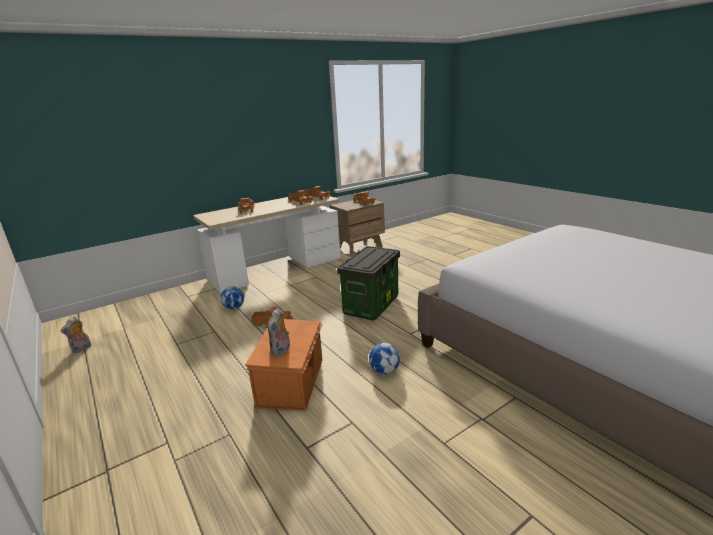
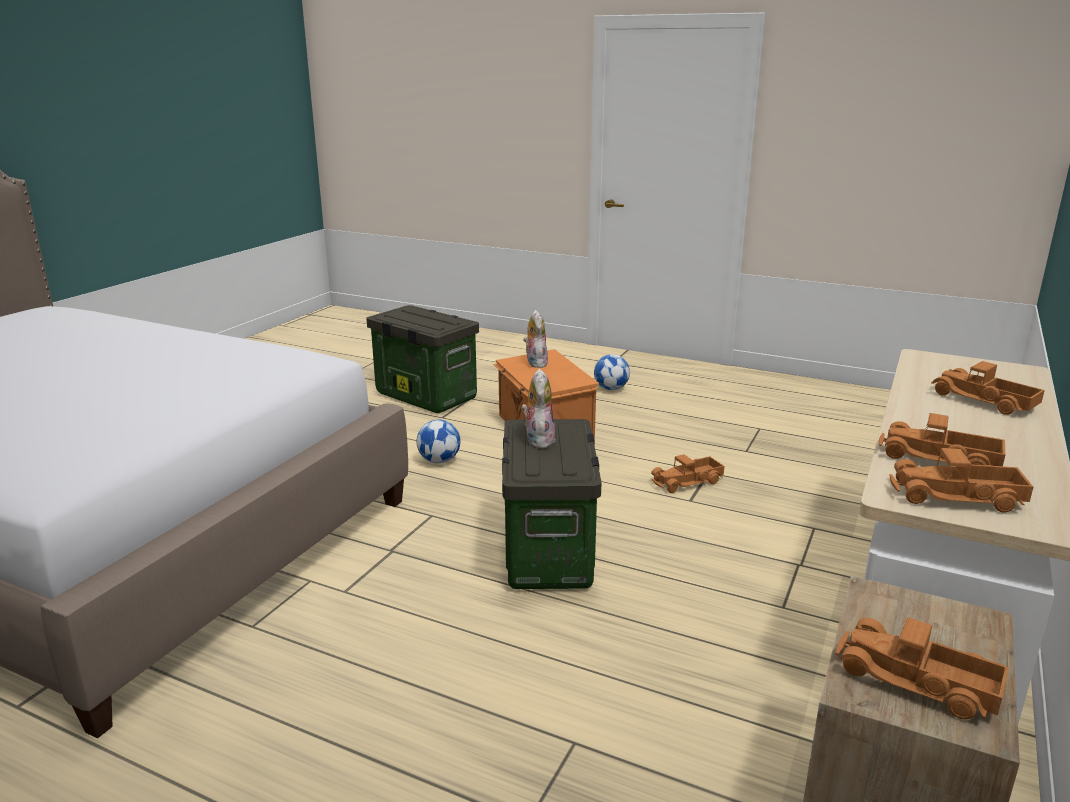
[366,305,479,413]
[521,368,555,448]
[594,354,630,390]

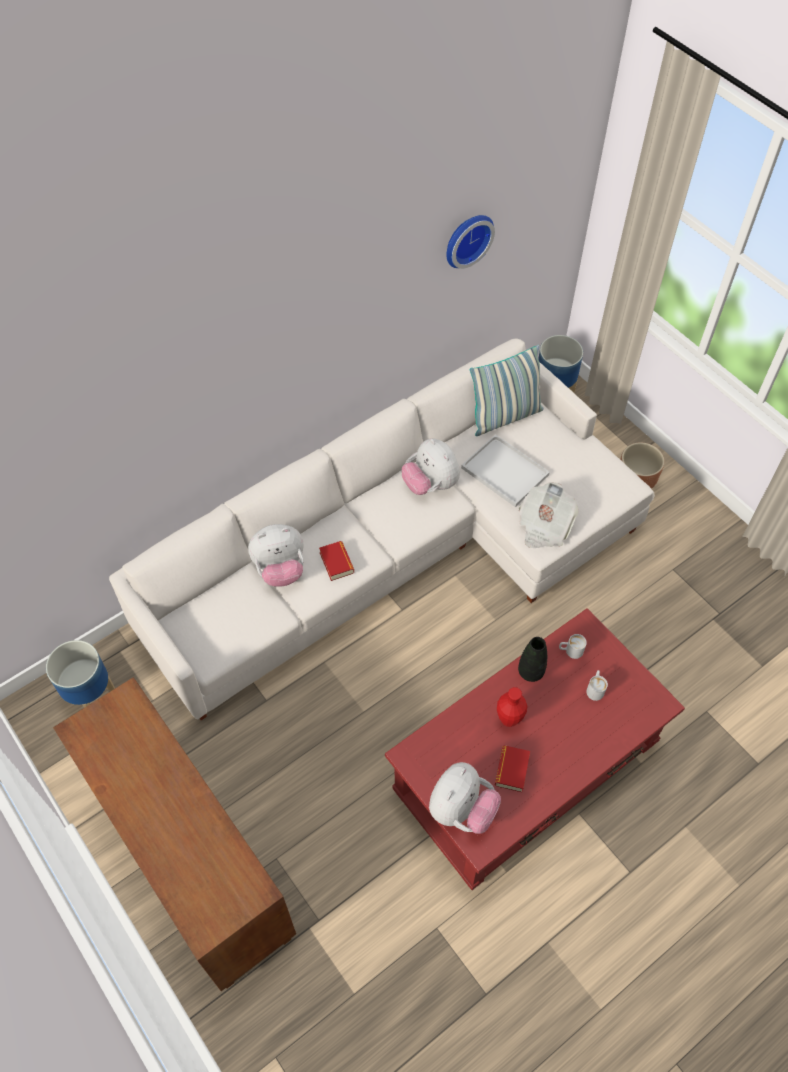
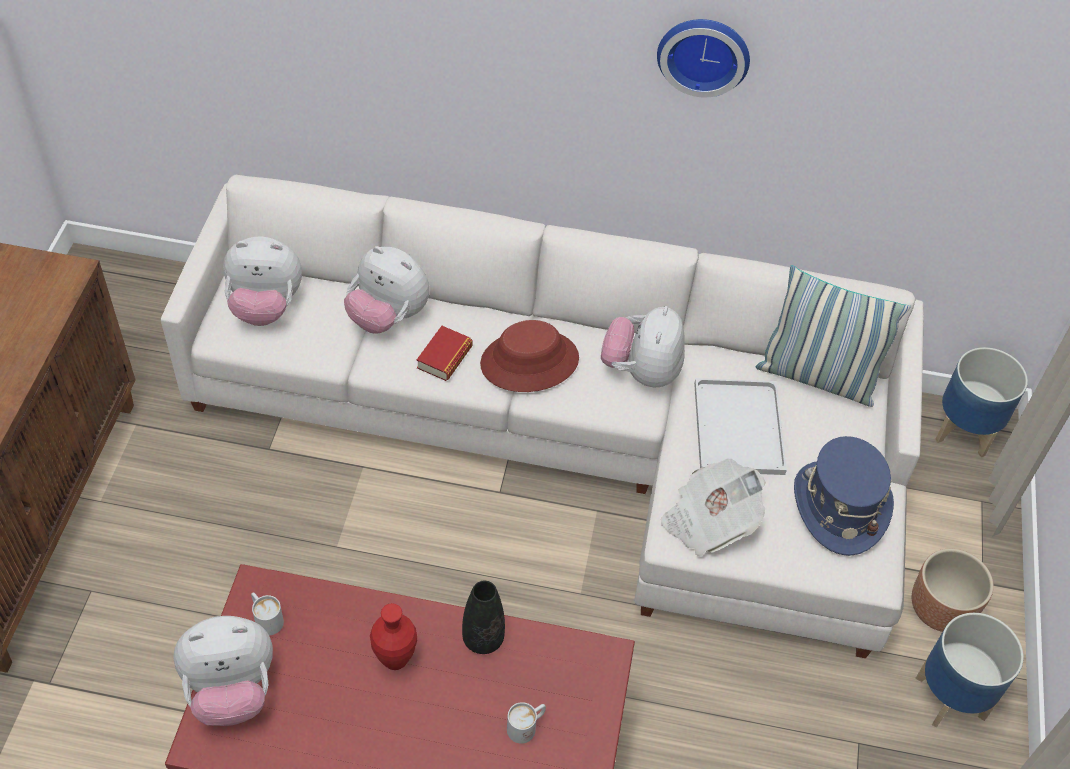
[223,237,302,326]
[251,592,284,635]
[480,320,579,392]
[657,19,750,97]
[794,436,894,556]
[915,613,1024,728]
[495,745,530,792] (first image)

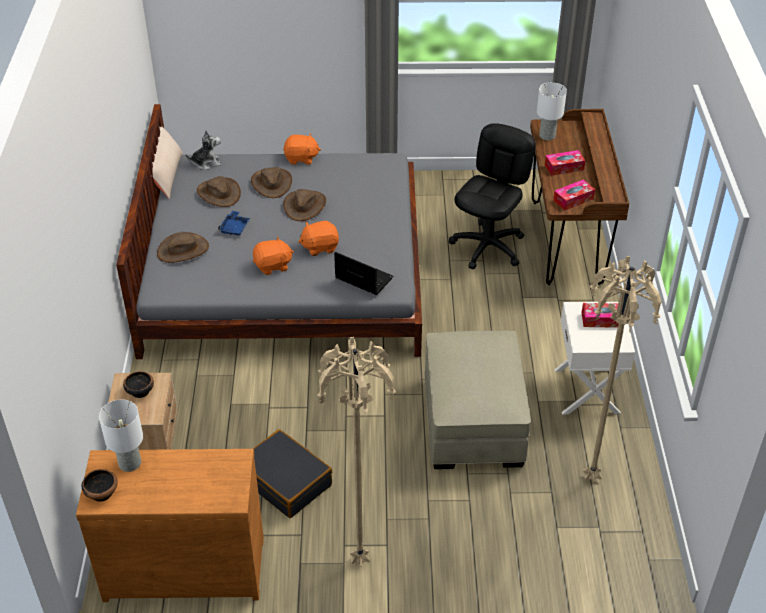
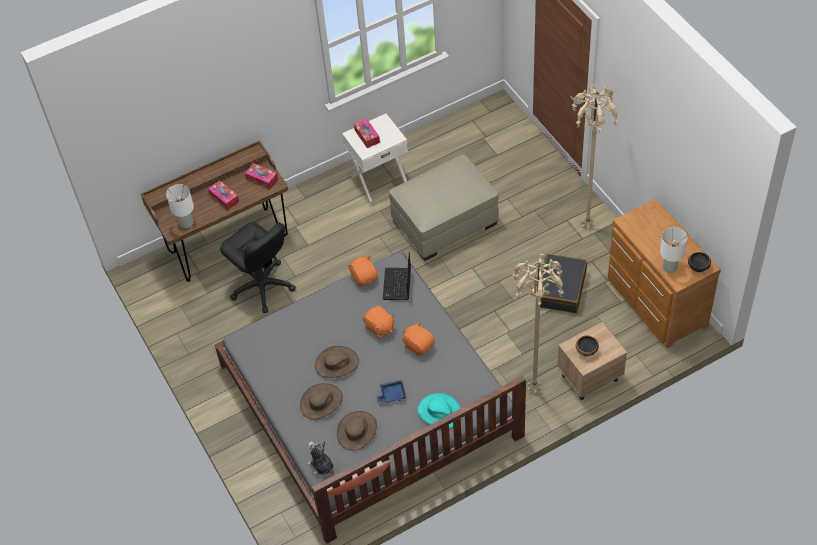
[220,222,296,313]
[348,256,378,287]
[418,393,461,428]
[513,254,564,393]

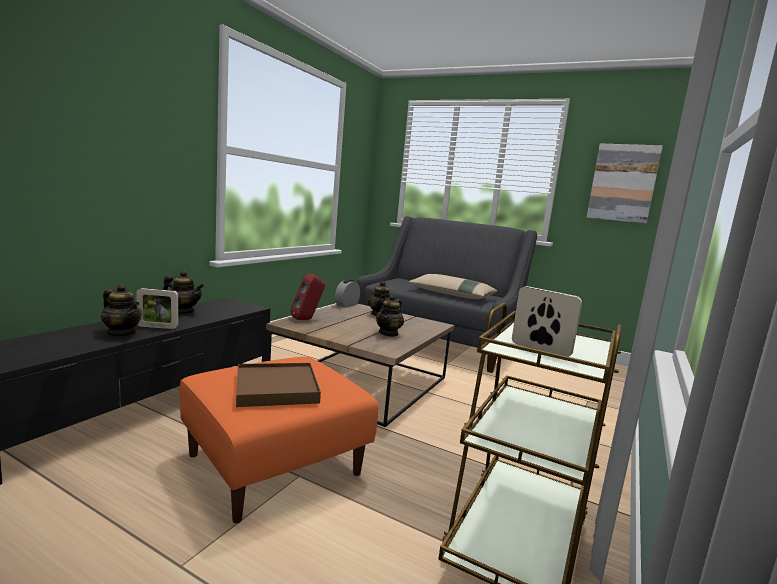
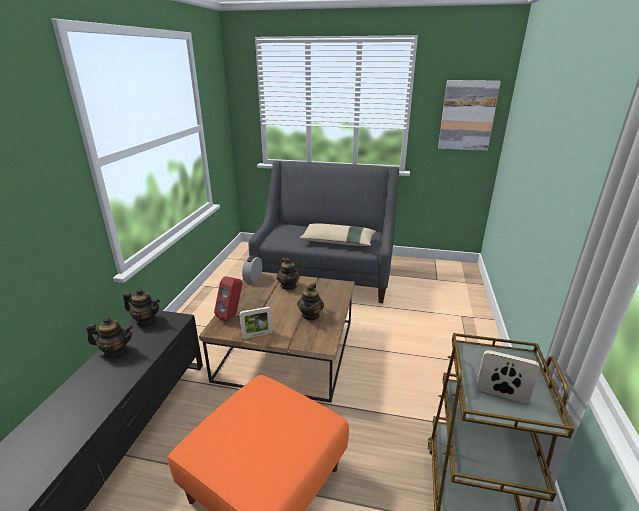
[123,288,160,326]
[239,306,273,339]
[236,363,321,407] (first image)

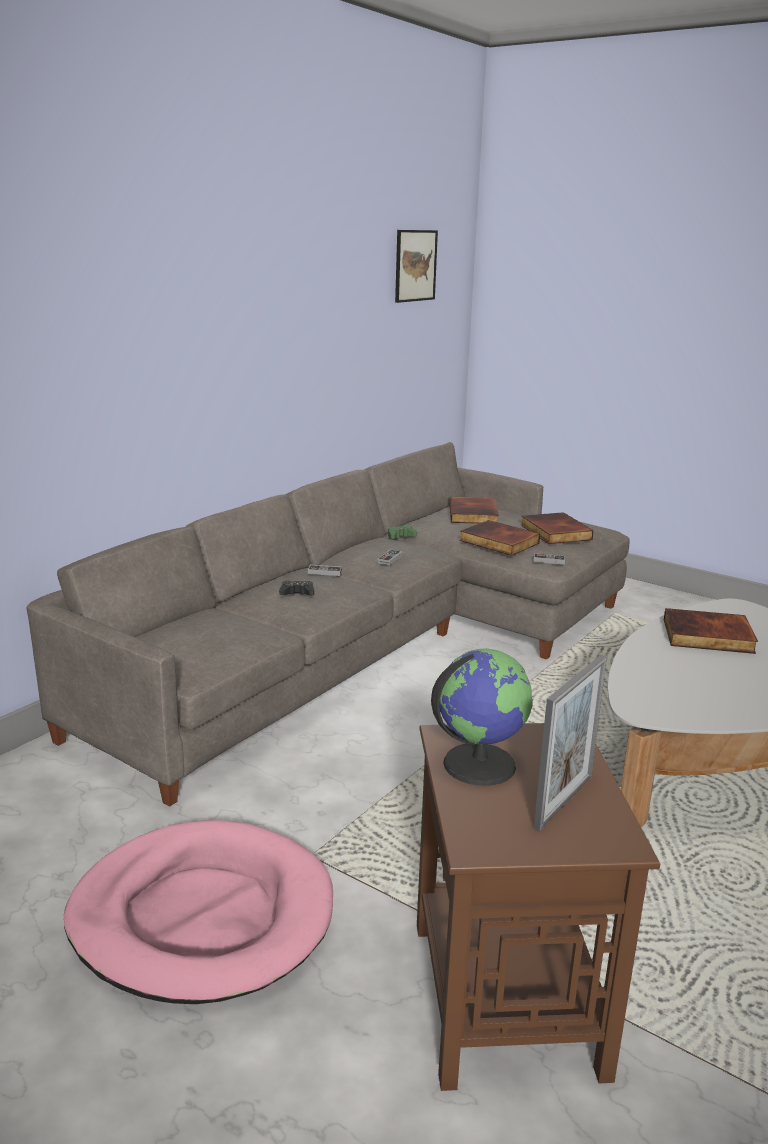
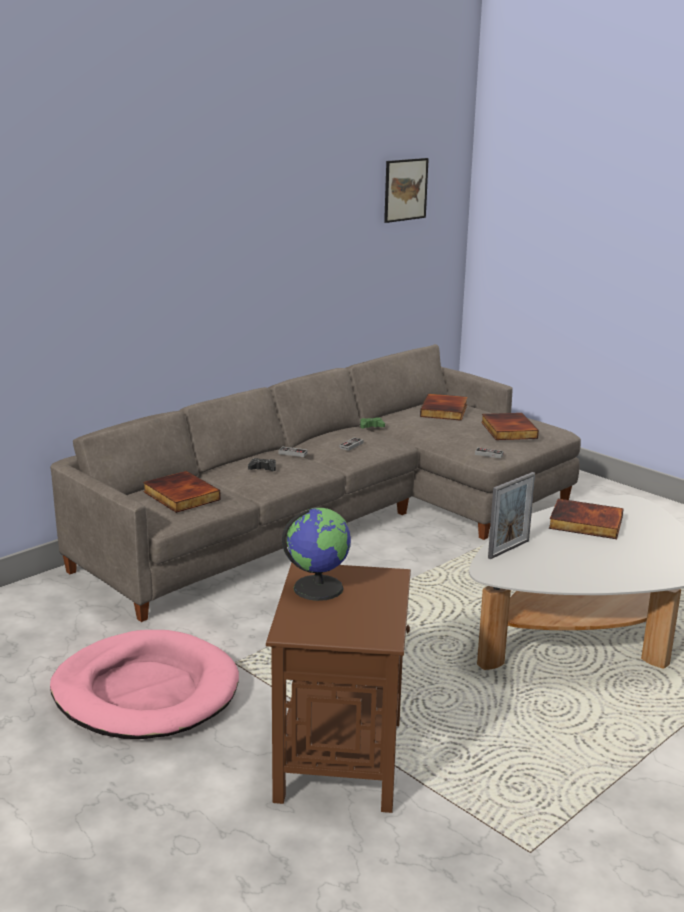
[143,471,221,513]
[488,472,535,559]

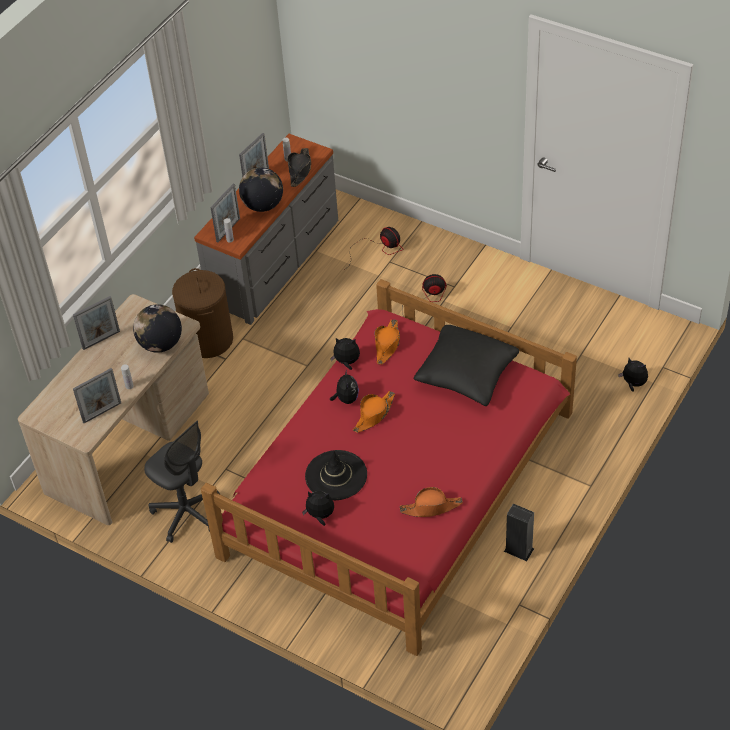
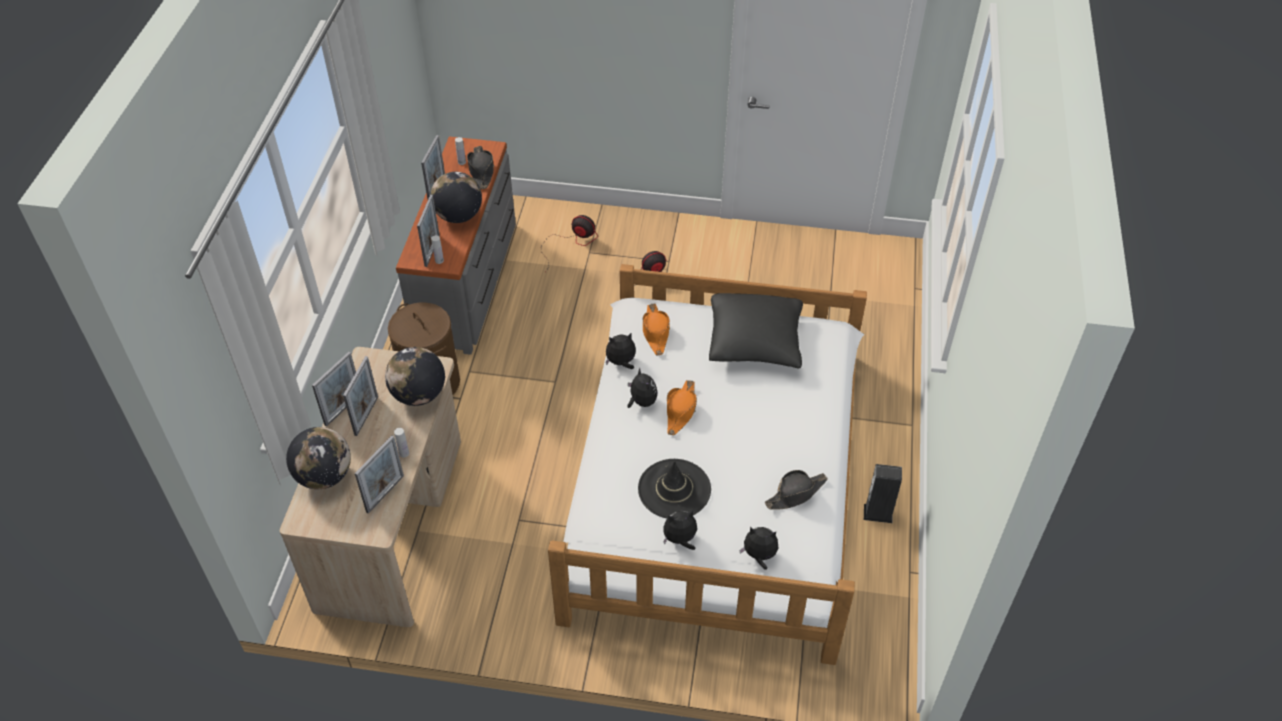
[286,427,351,489]
[343,356,378,436]
[548,264,867,665]
[739,527,779,570]
[765,470,828,510]
[144,421,220,543] (first image)

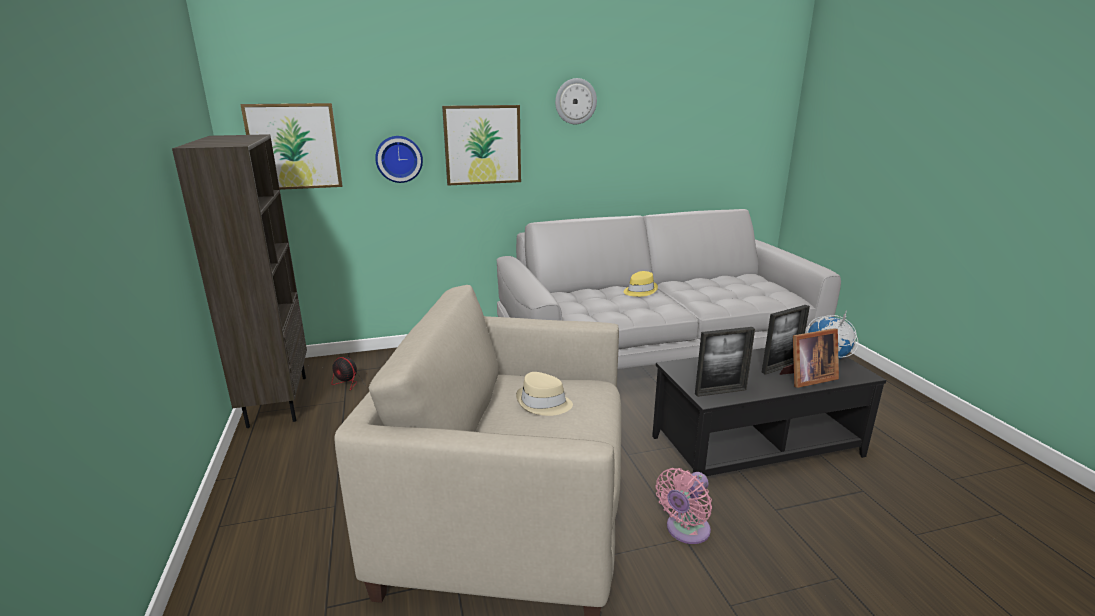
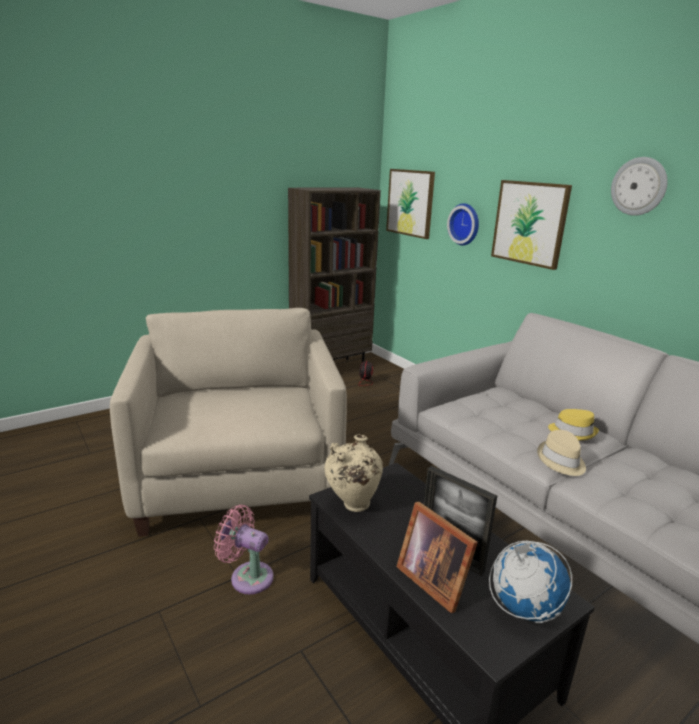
[324,435,383,512]
[537,430,586,476]

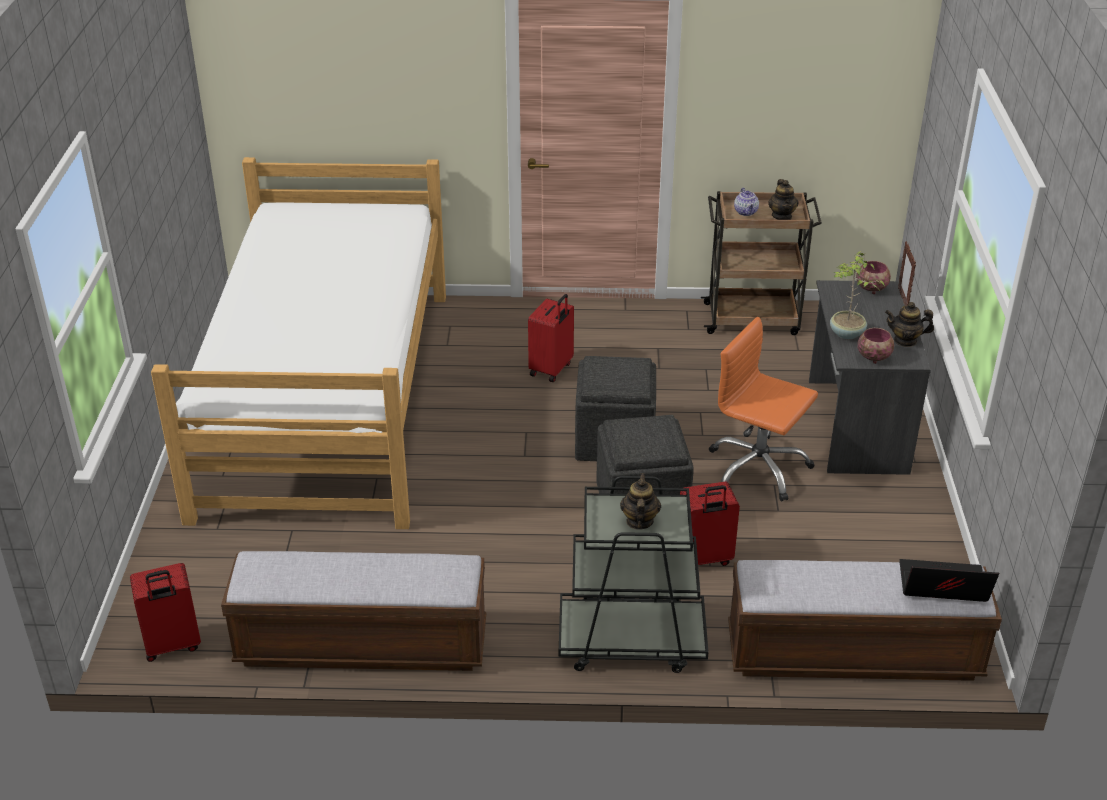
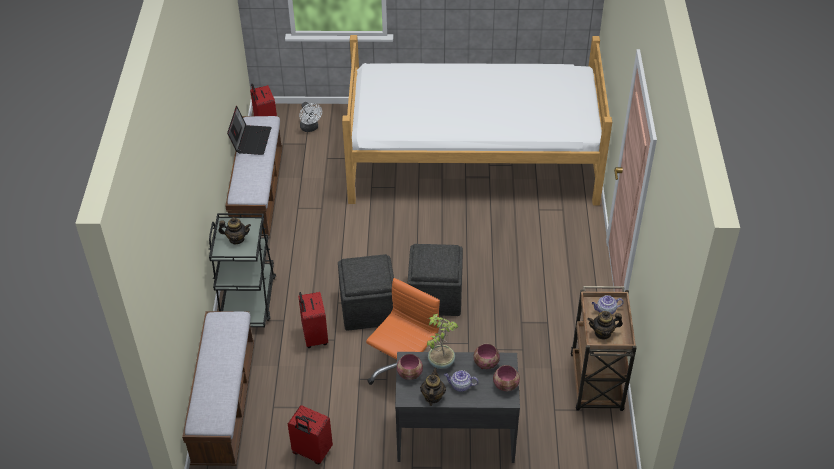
[227,106,272,155]
[288,405,333,464]
[299,102,322,132]
[444,370,479,392]
[473,344,500,369]
[898,241,916,306] (first image)

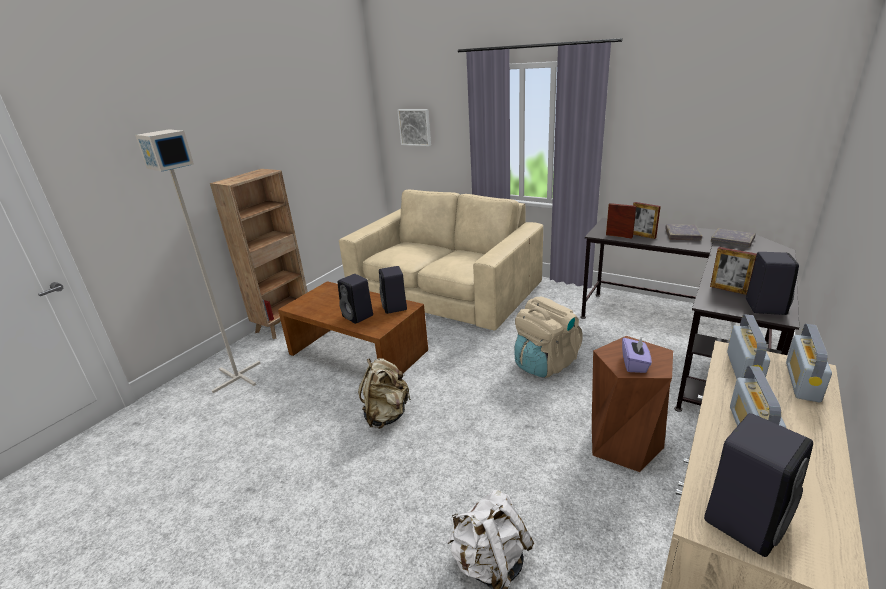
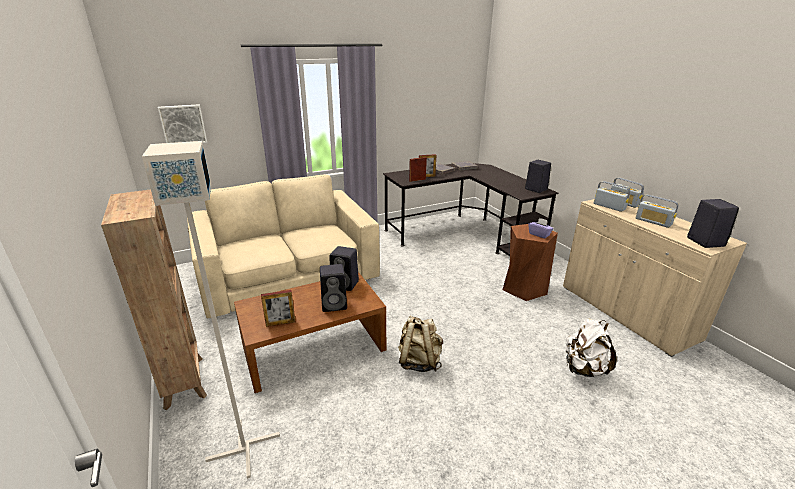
[261,290,295,327]
[514,297,583,378] (first image)

